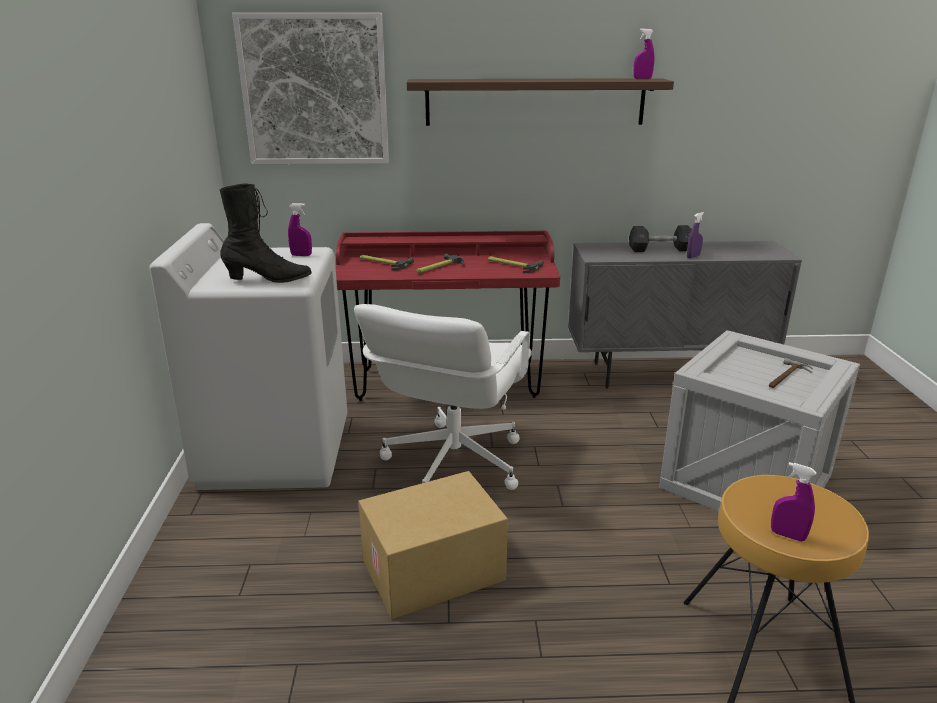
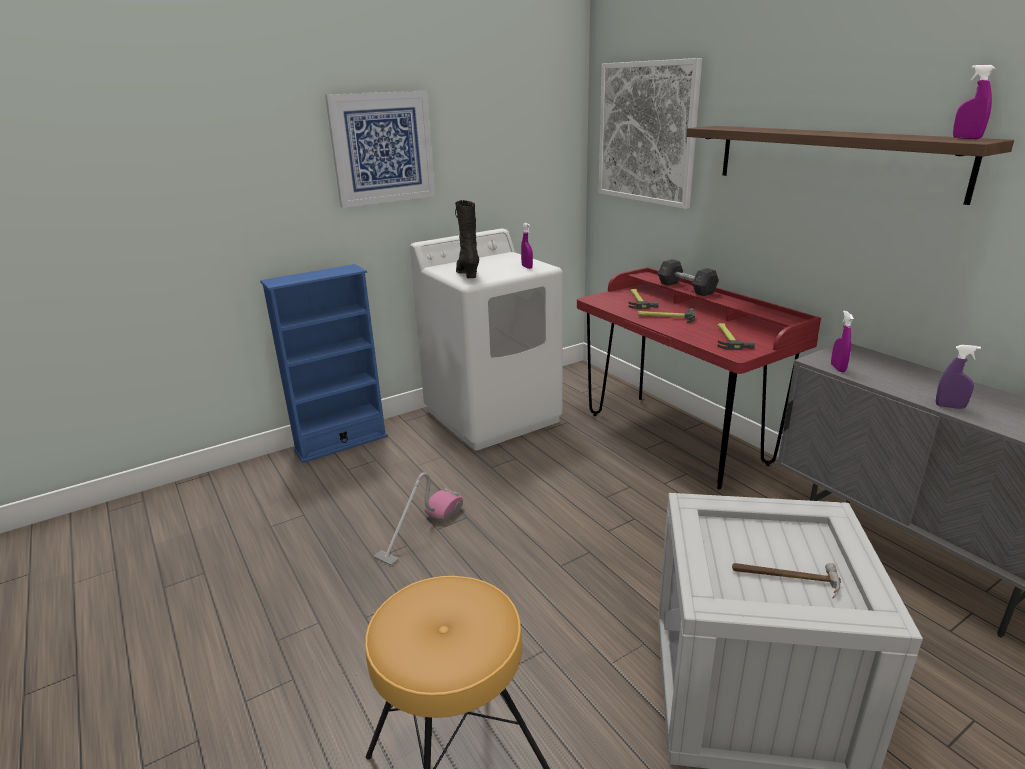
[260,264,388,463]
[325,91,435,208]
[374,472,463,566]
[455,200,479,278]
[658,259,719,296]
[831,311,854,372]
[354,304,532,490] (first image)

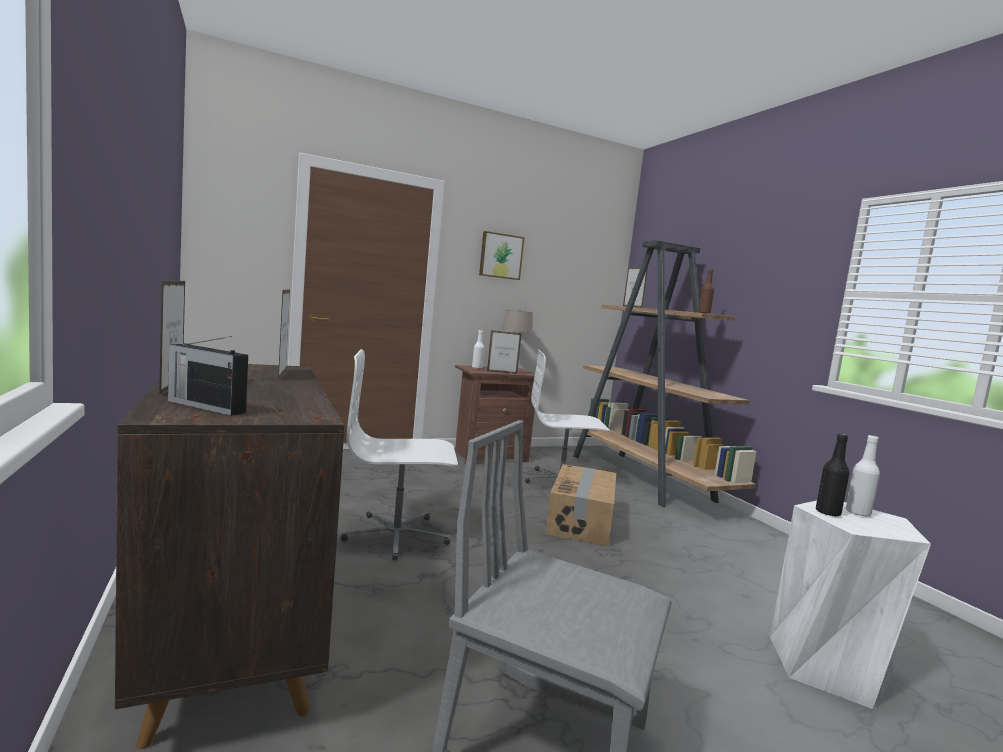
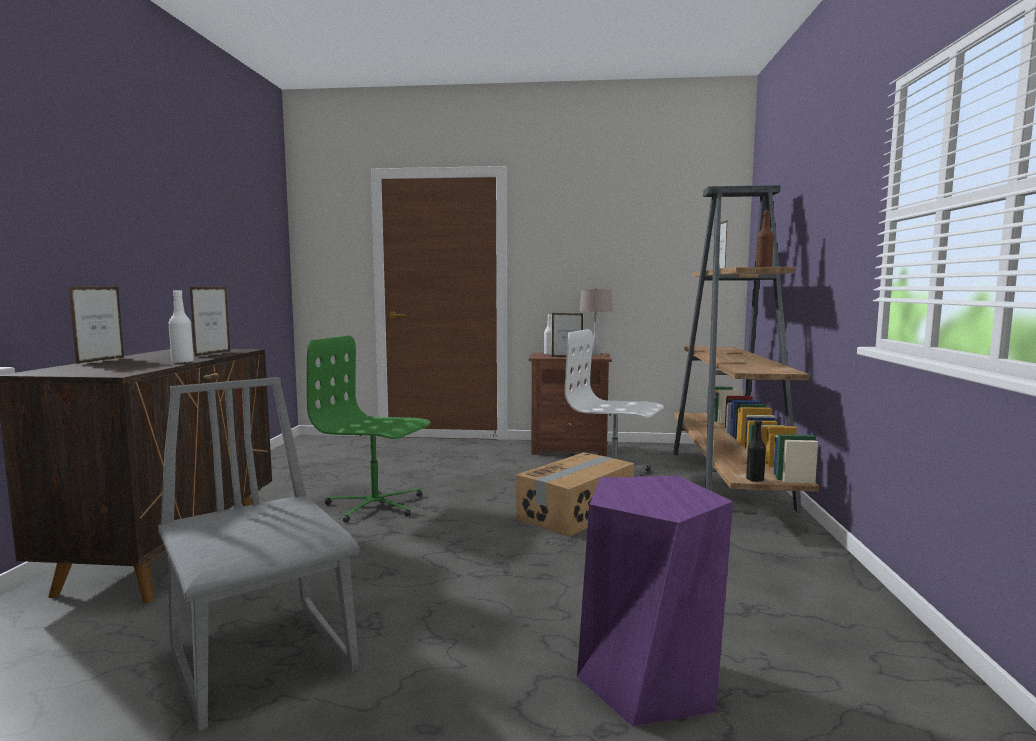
[169,291,194,363]
[307,335,431,523]
[577,476,733,727]
[746,420,766,482]
[168,336,248,416] (first image)
[479,231,524,280] (first image)

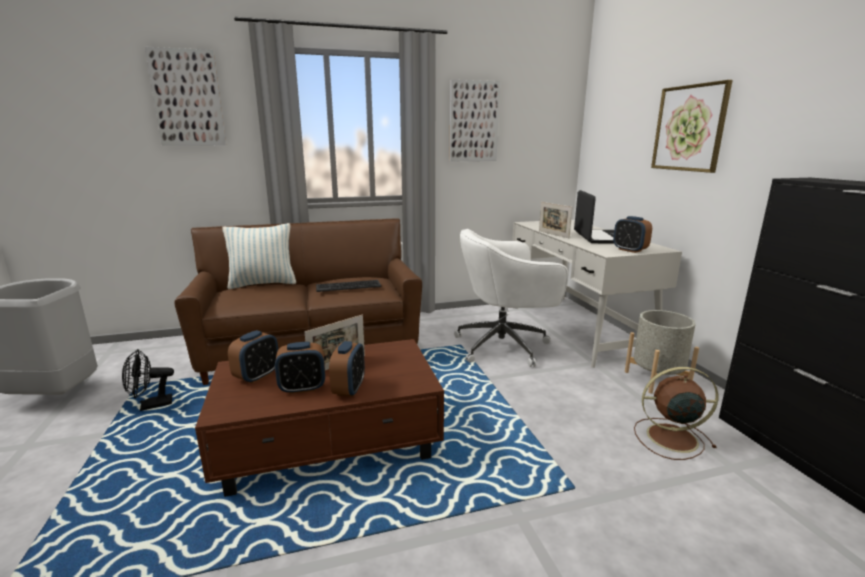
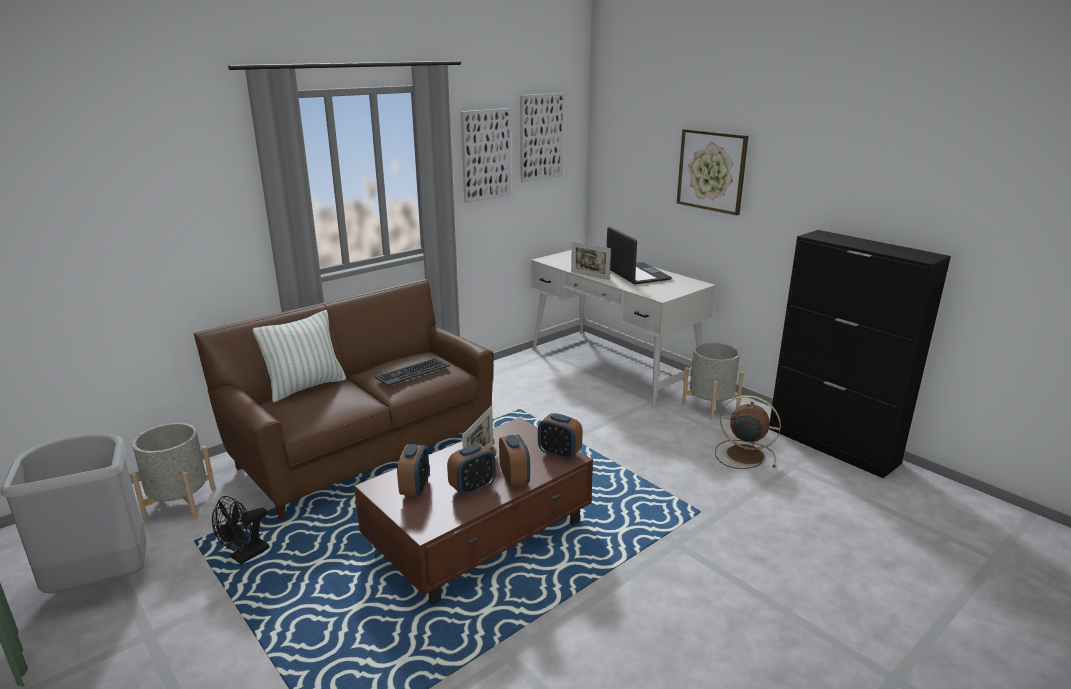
[131,423,216,520]
[520,93,564,183]
[538,413,583,461]
[715,395,781,469]
[454,229,568,367] (first image)

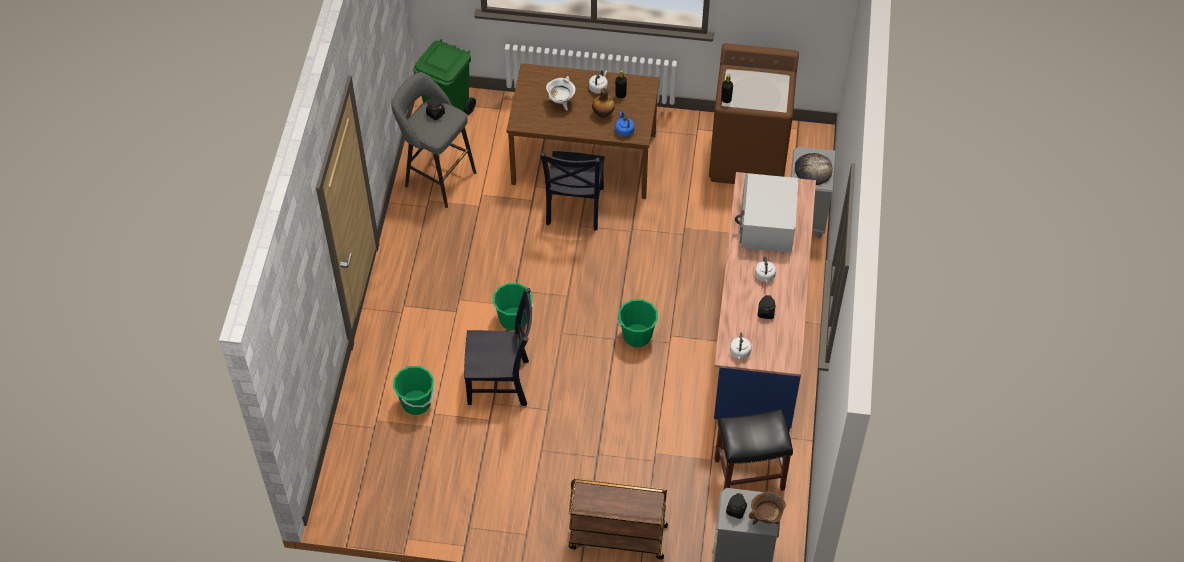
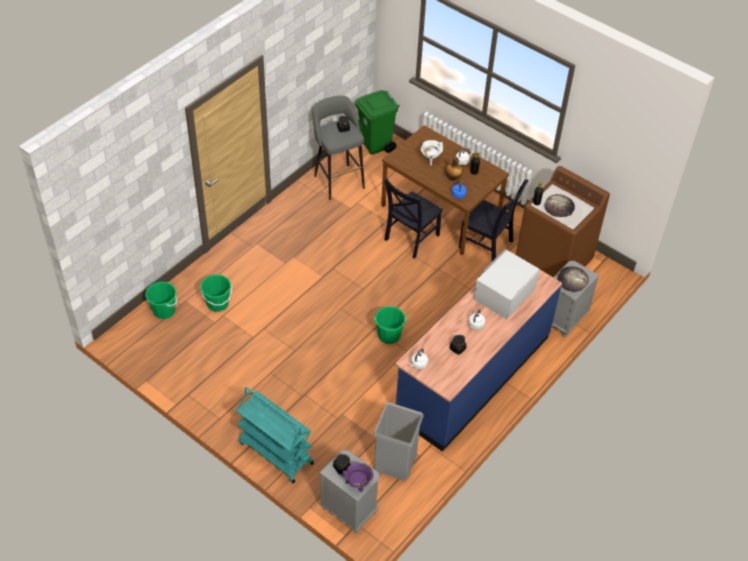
[145,282,177,319]
[236,387,314,484]
[342,463,374,492]
[373,402,424,481]
[459,179,529,261]
[544,194,575,217]

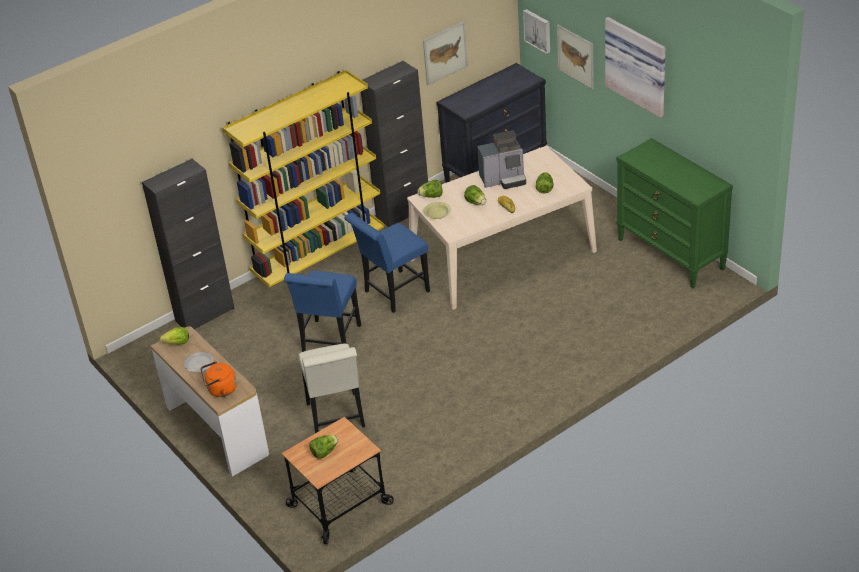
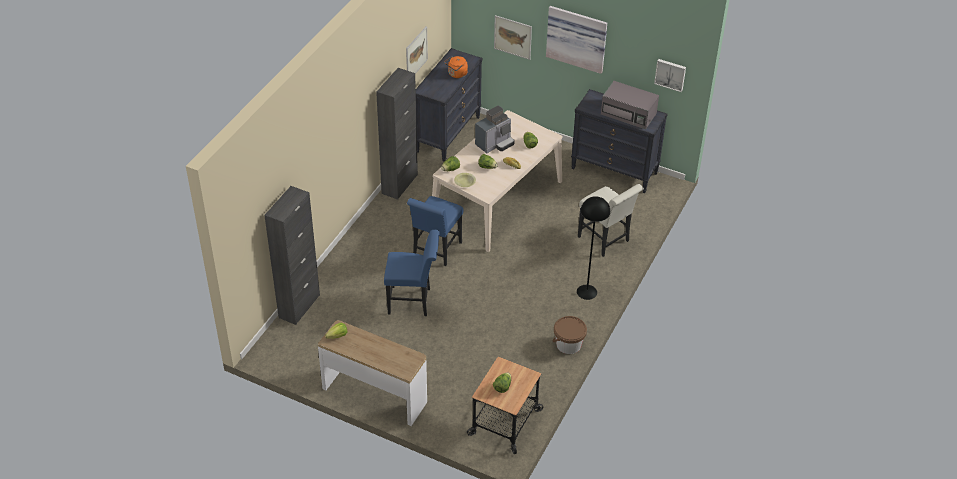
[384,230,440,316]
[444,56,468,78]
[552,316,587,354]
[571,89,668,193]
[577,196,610,300]
[578,184,644,257]
[601,81,659,129]
[654,59,686,92]
[184,352,214,373] (first image)
[222,70,384,288] (first image)

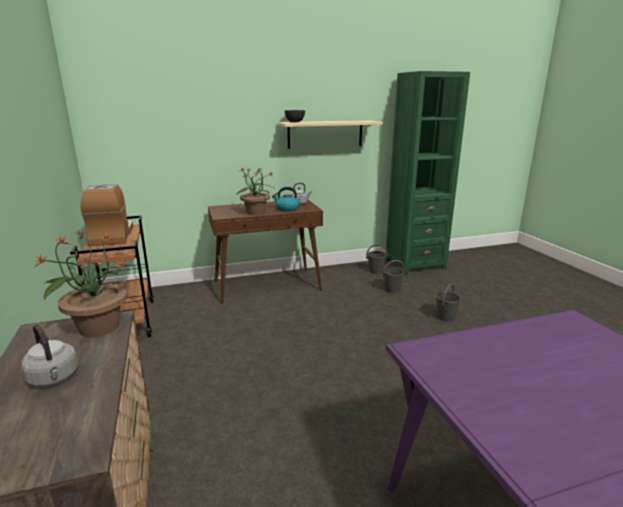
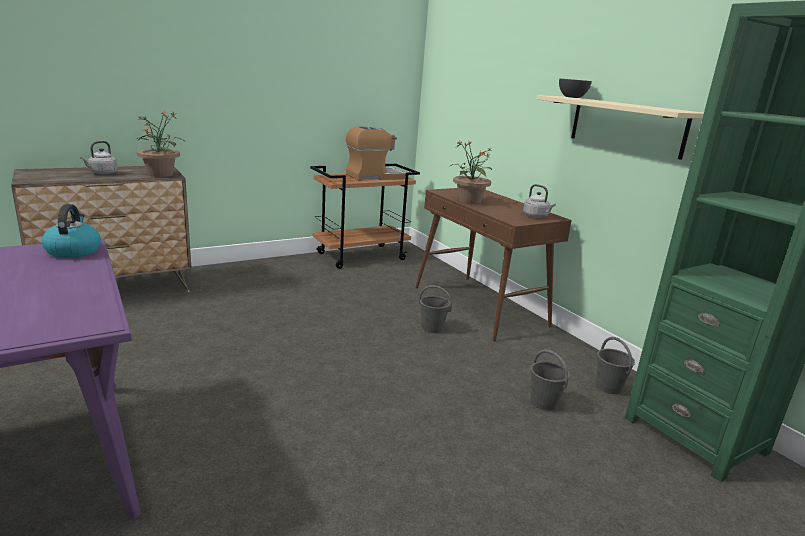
[42,204,101,258]
[419,285,452,333]

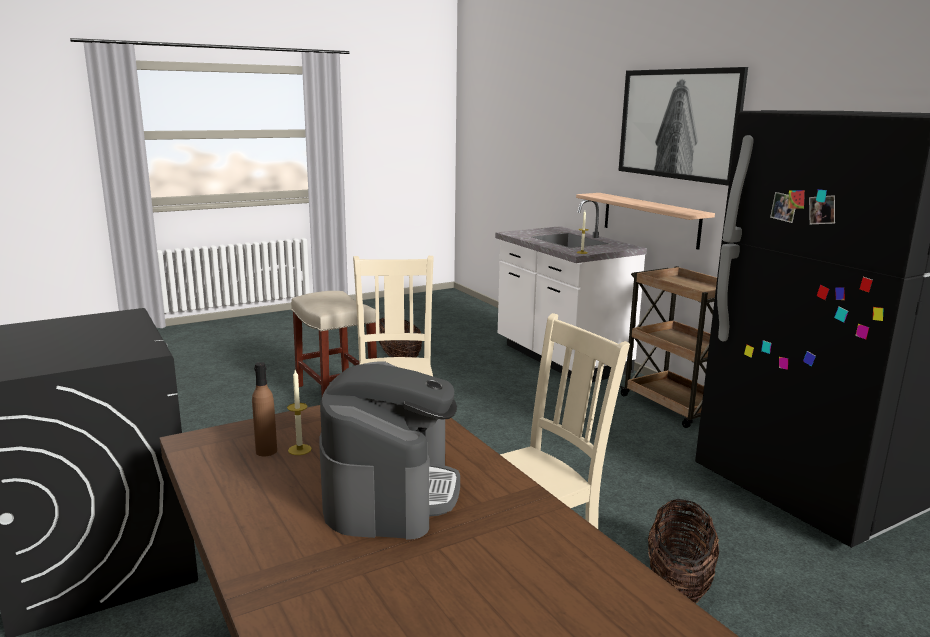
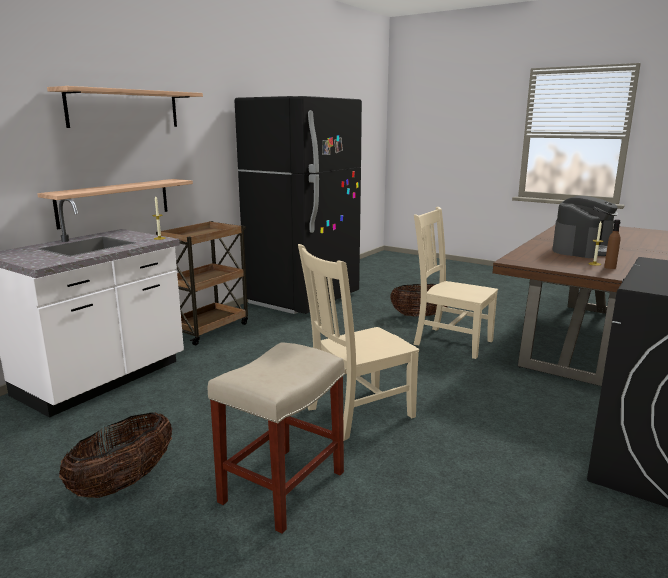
[47,86,203,128]
[552,196,618,258]

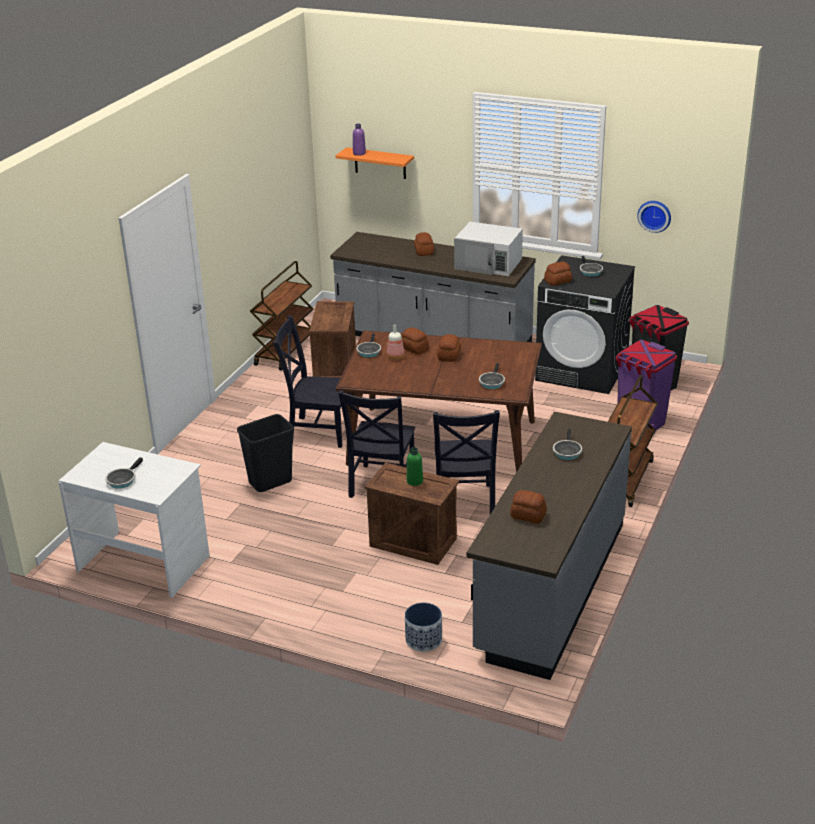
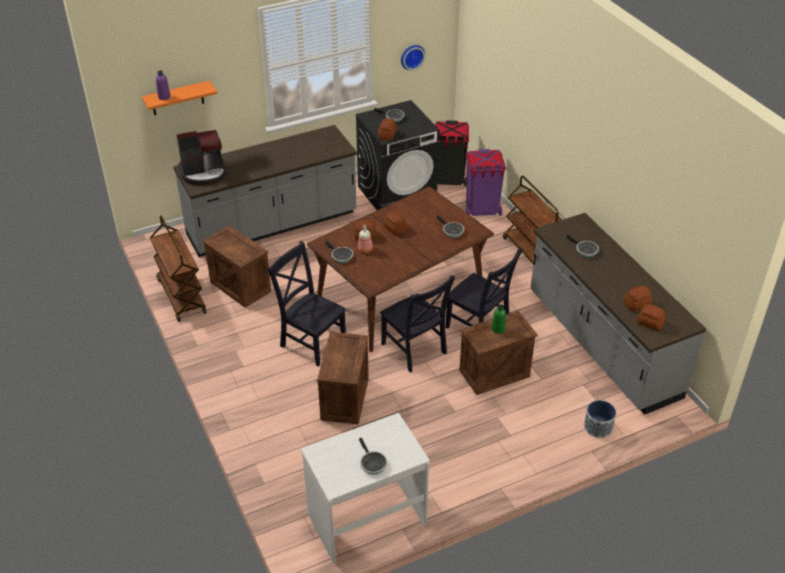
[176,130,227,185]
[267,241,346,366]
[317,332,369,425]
[637,304,666,331]
[454,222,523,276] (first image)

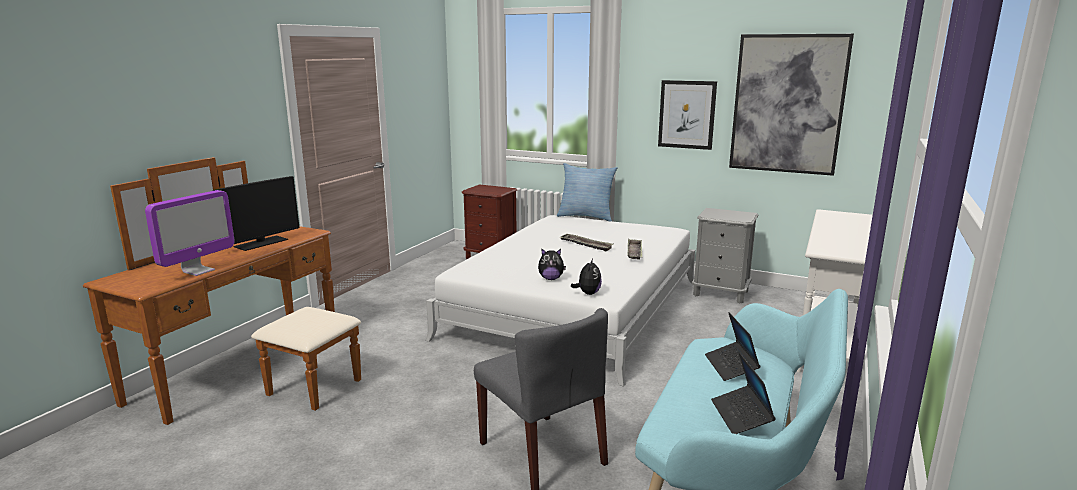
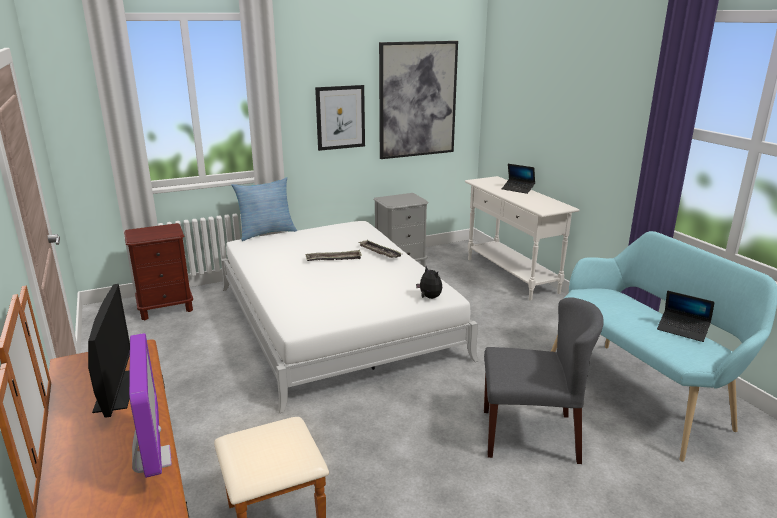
[502,164,535,194]
[538,249,566,280] (first image)

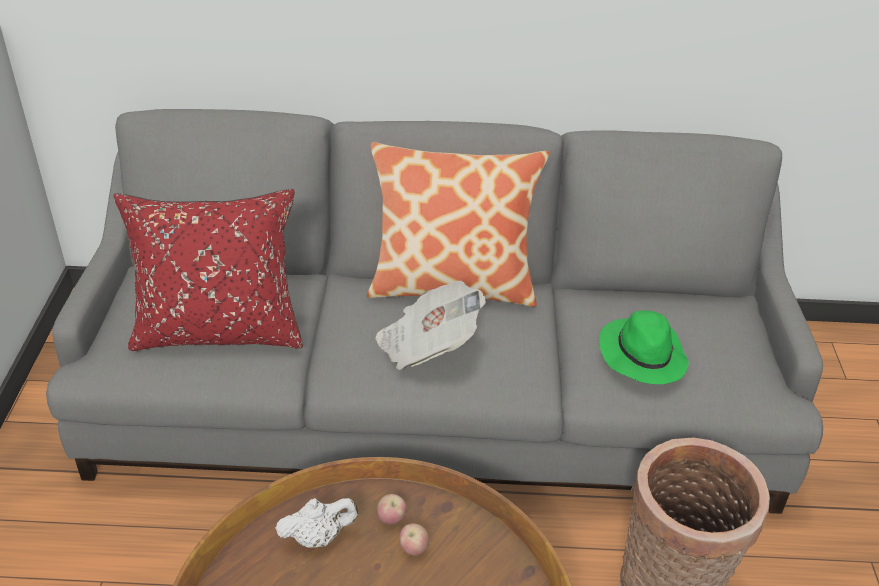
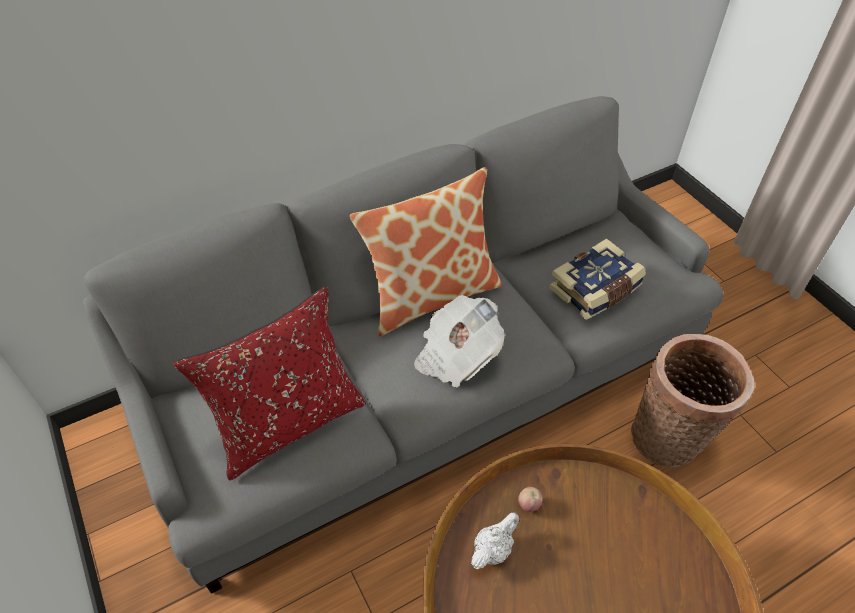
[549,238,646,320]
[399,523,429,556] (first image)

